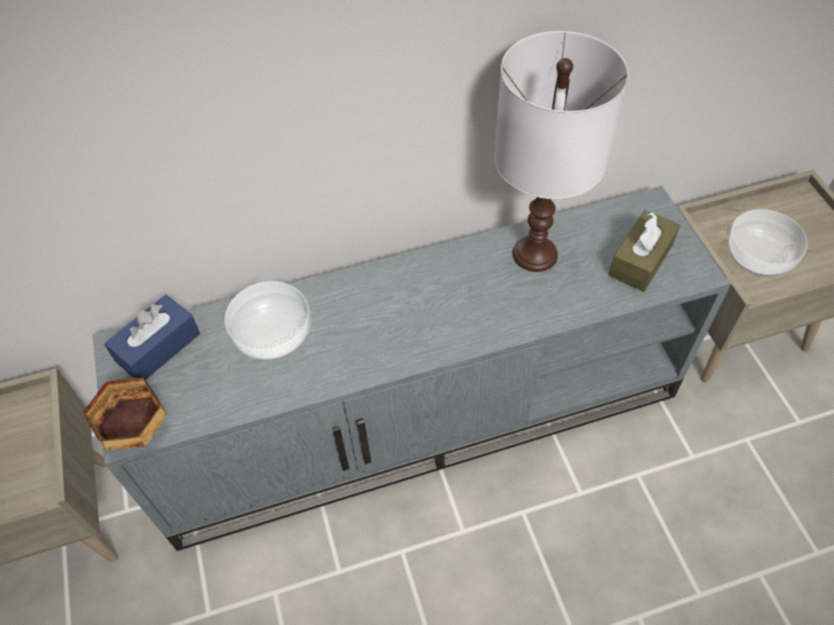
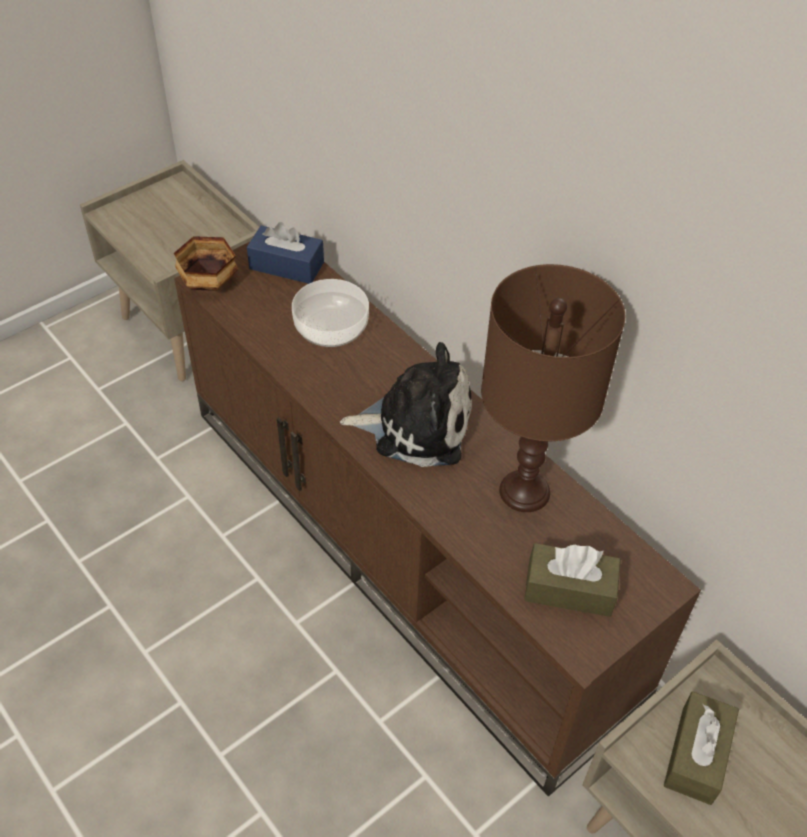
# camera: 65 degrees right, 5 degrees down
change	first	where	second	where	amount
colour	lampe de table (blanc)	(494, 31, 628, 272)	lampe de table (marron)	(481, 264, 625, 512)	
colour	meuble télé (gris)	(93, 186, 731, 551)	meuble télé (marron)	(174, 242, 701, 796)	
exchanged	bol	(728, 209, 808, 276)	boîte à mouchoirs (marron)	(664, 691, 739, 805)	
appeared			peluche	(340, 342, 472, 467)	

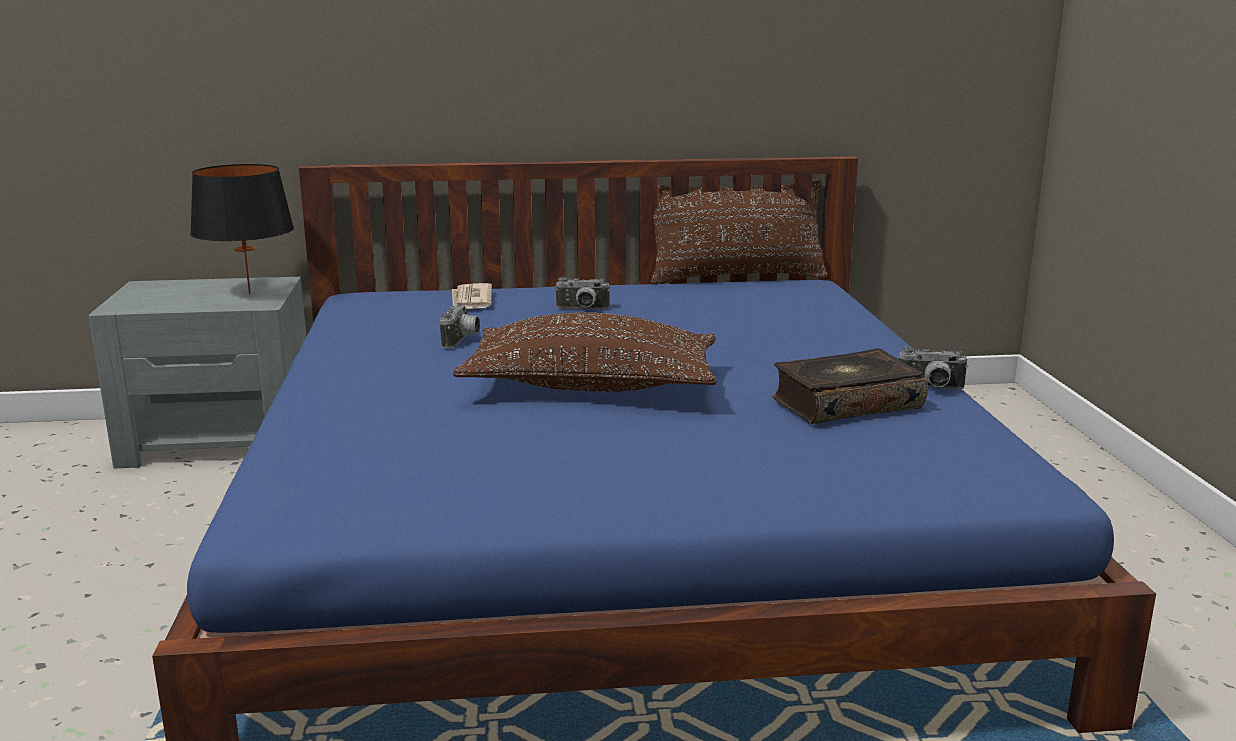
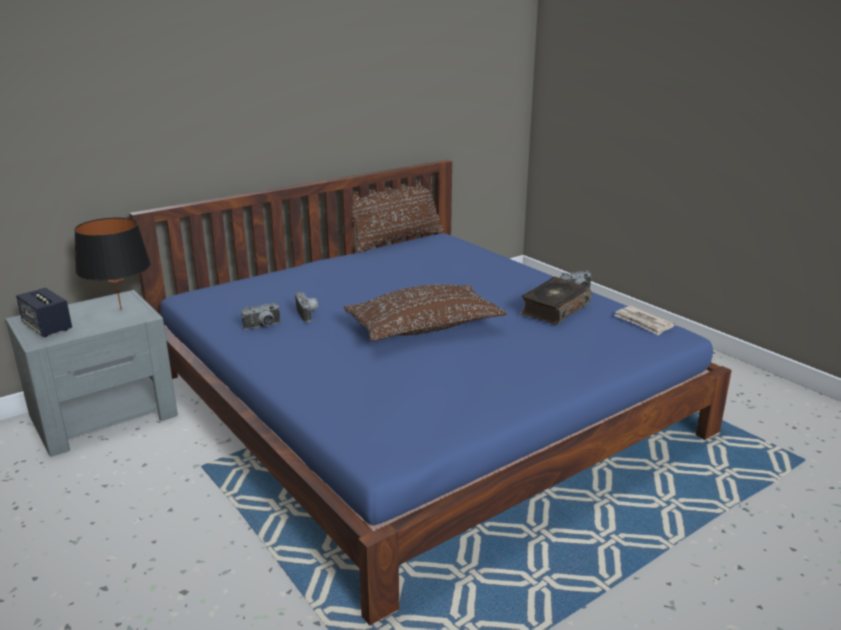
# camera: 30 degrees left, 5 degrees up
change	first	where	second	where	amount
relocated	appareil photo	(555, 277, 610, 309)		(241, 302, 280, 330)	
relocated	journal	(452, 283, 492, 309)		(614, 306, 675, 336)	
appeared			enceinte	(16, 287, 72, 337)	

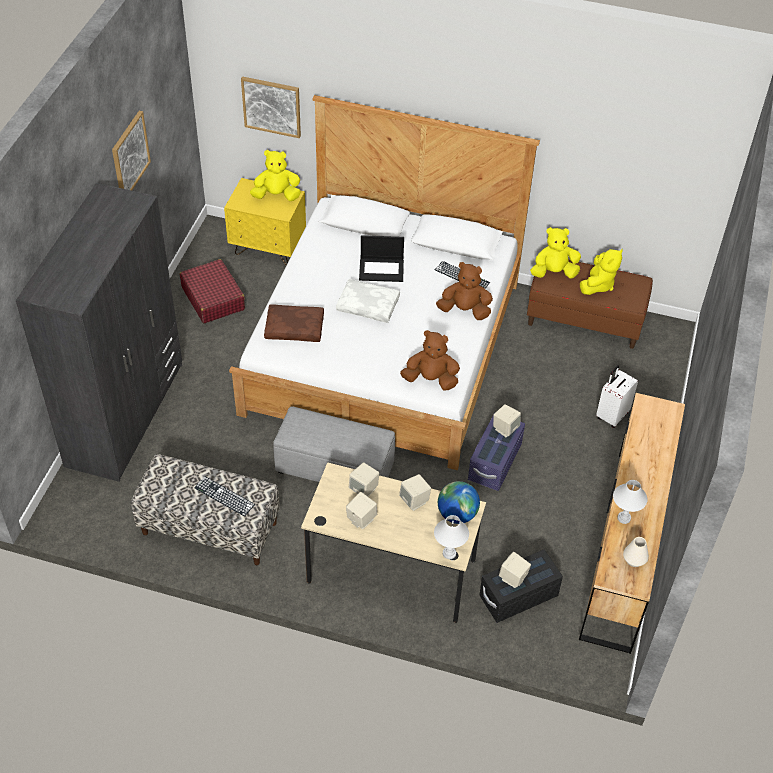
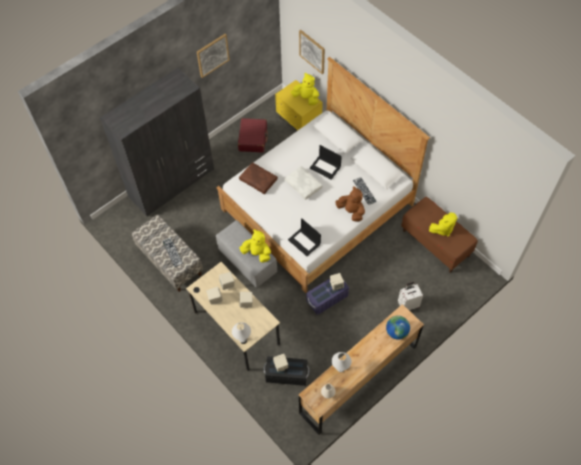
# camera: 35 degrees right, 10 degrees up
change	first	where	second	where	amount
relocated	peluche (jaune)	(530, 227, 581, 279)		(239, 229, 271, 262)	
exchanged	peluche (marron)	(400, 330, 460, 390)	ordinateur portable	(288, 218, 321, 256)	
relocated	globe	(438, 481, 480, 524)		(386, 316, 410, 339)	

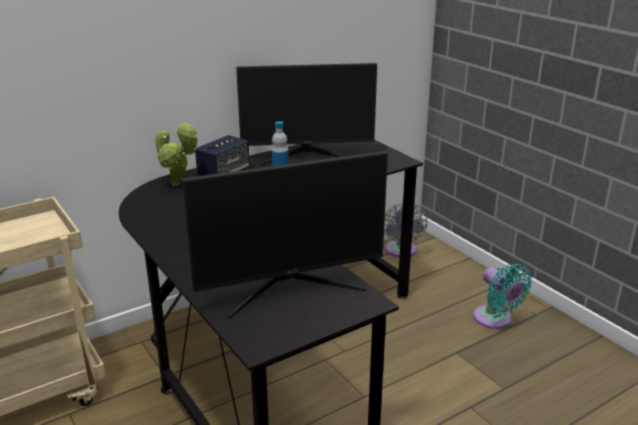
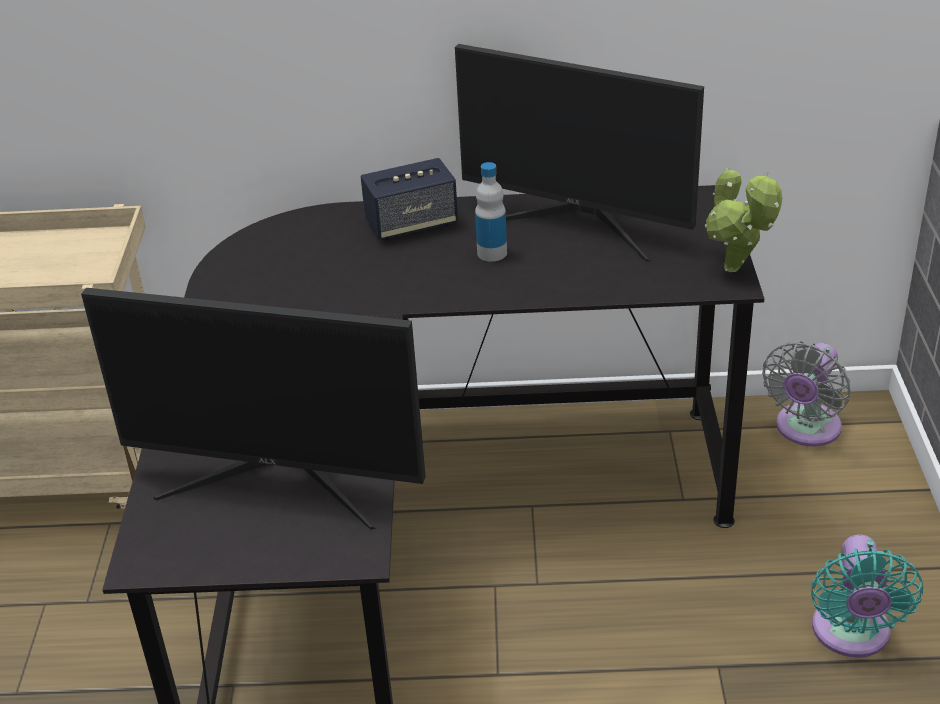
# camera: 35 degrees right, 10 degrees up
change	first	where	second	where	amount
relocated	plante en pot	(155, 121, 198, 186)		(705, 168, 782, 272)	

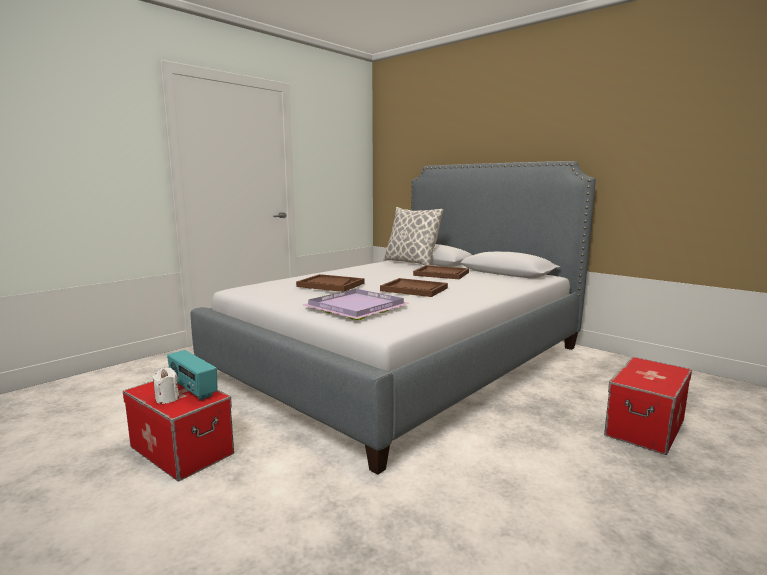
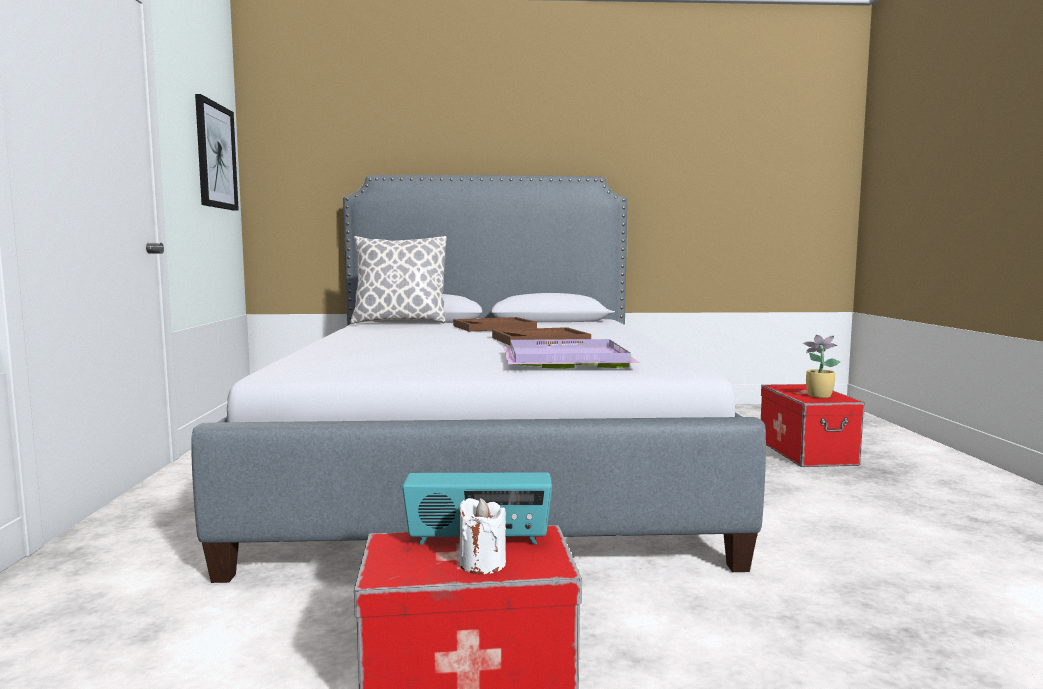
# camera: 45 degrees left, 5 degrees down
change	first	where	second	where	amount
missing	plateau (marron)	(296, 274, 364, 292)			
appeared			tableau	(195, 94, 239, 211)	
appeared			plante en pot	(802, 334, 841, 398)	

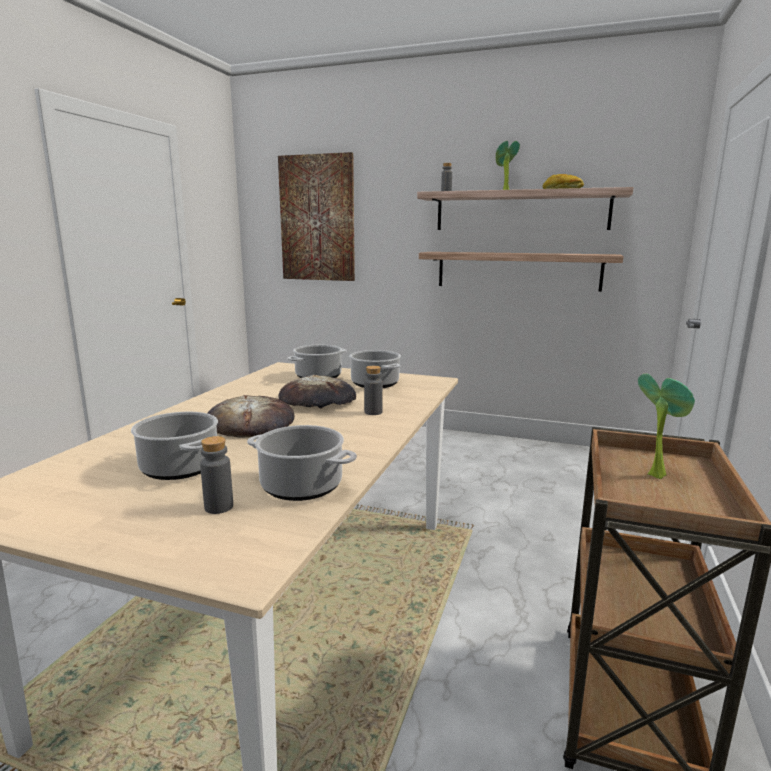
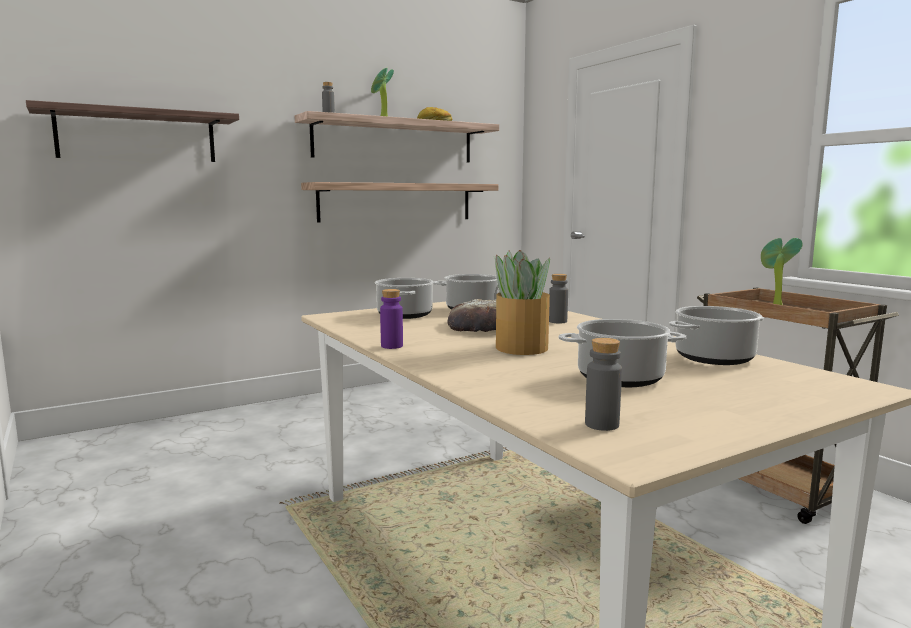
# camera: 50 degrees left, 5 degrees down
change	first	where	second	where	amount
exchanged	tableau	(278, 152, 355, 281)	étagère	(26, 100, 239, 162)	
exchanged	pain	(207, 395, 295, 438)	plante en pot	(494, 250, 550, 355)	
relocated	bouteille (gris)	(200, 436, 233, 514)		(585, 338, 622, 431)	
appeared			bouteille (violet)	(380, 289, 403, 349)	

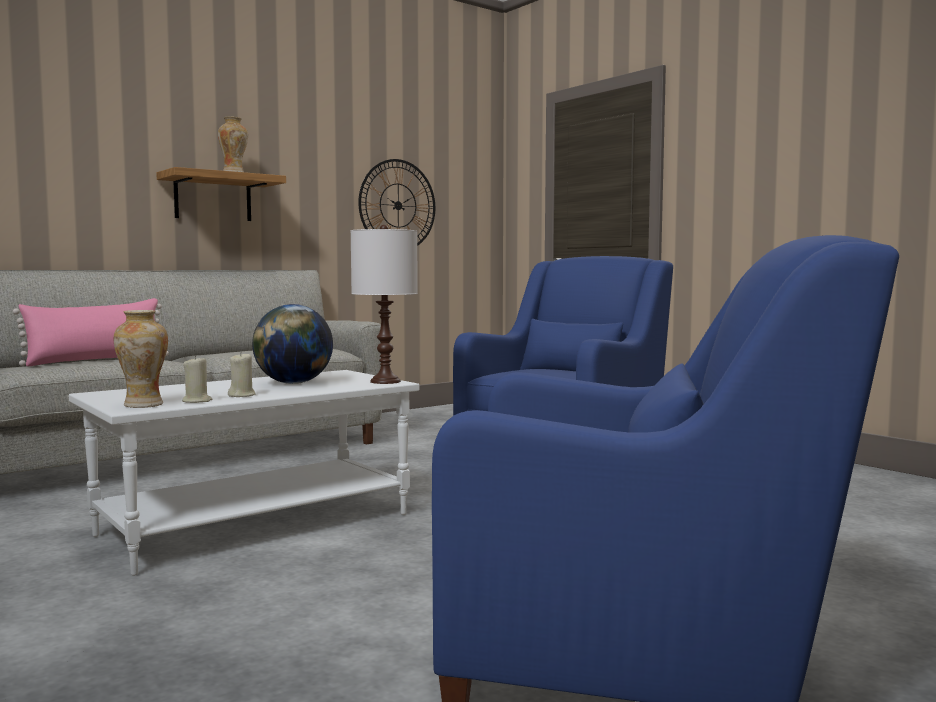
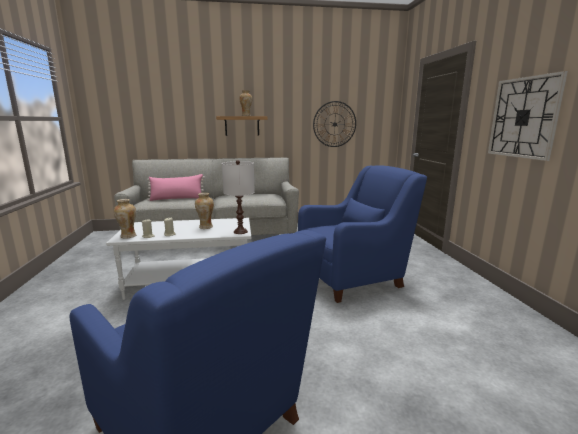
# camera: 30 degrees right, 10 degrees up
change	first	where	second	where	amount
exchanged	globe	(252, 304, 333, 384)	vase	(195, 193, 214, 229)	
appeared			horloge murale	(488, 71, 568, 161)	

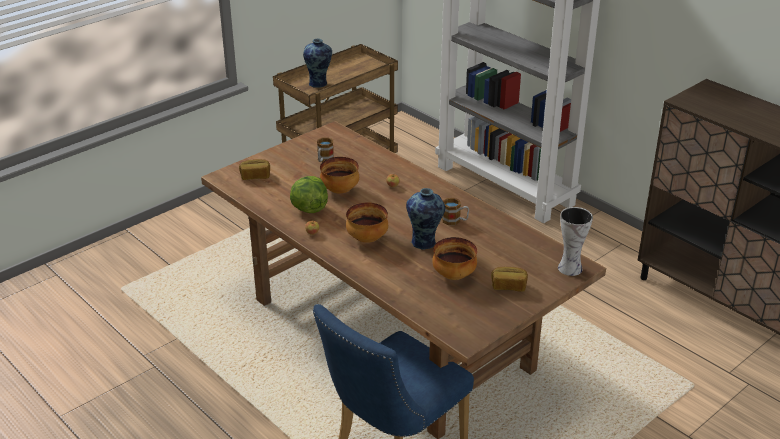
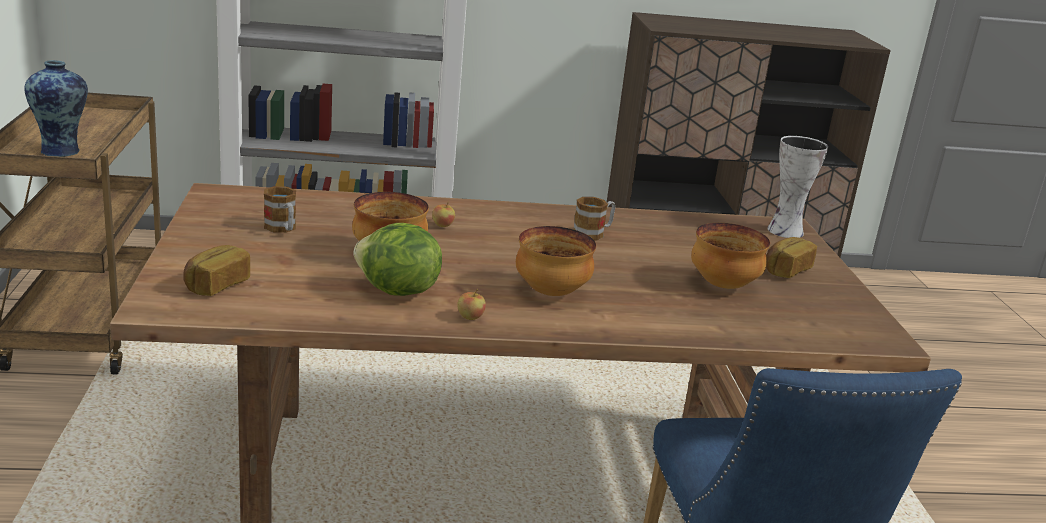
# camera: 55 degrees left, 10 degrees down
change	first	where	second	where	amount
missing	vase	(406, 188, 445, 250)			

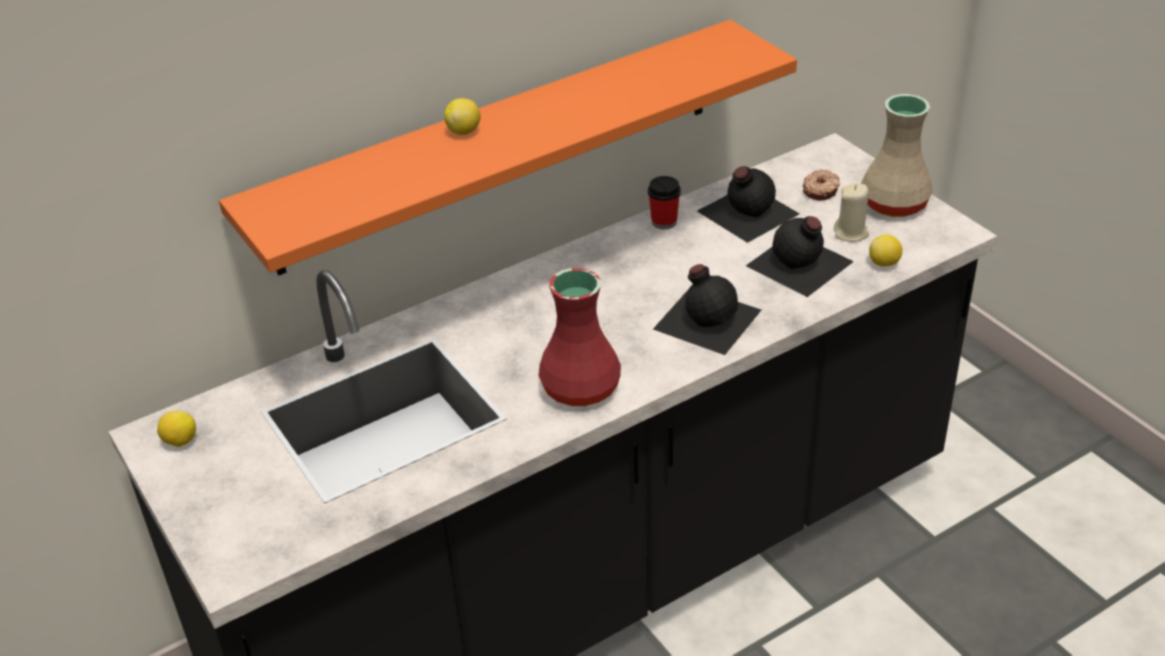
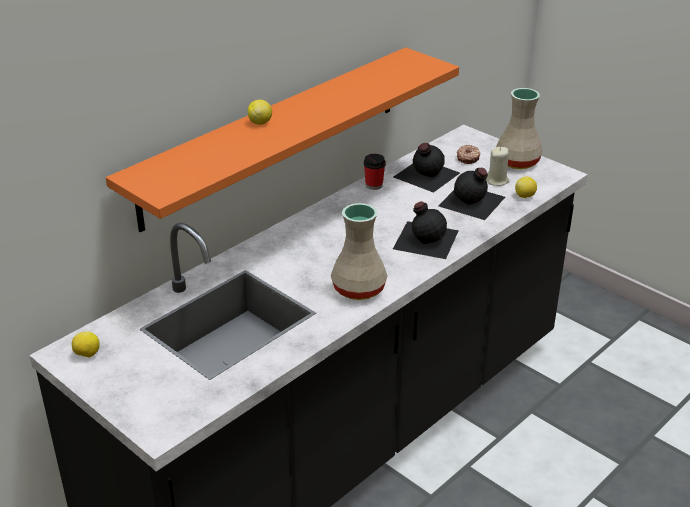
# camera: 15 degrees left, 5 degrees down
change	first	where	second	where	amount
colour	vase (rouge)	(538, 268, 621, 406)	vase (beige)	(331, 203, 387, 300)	

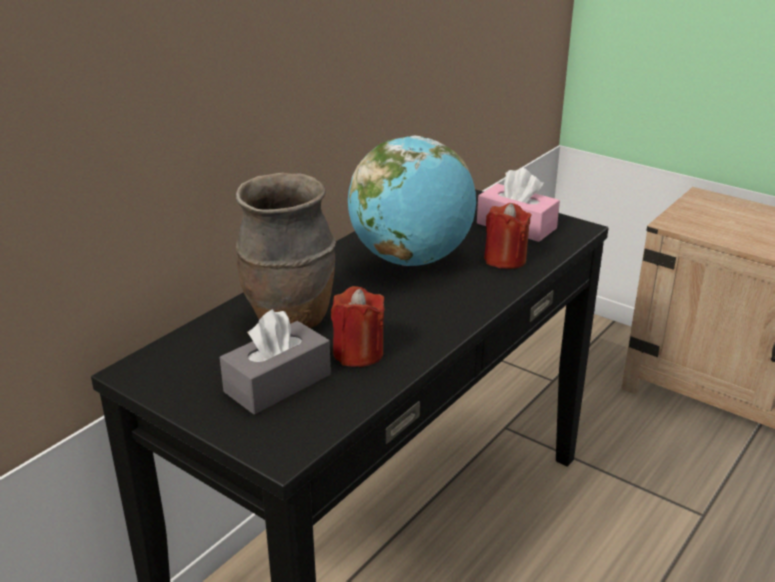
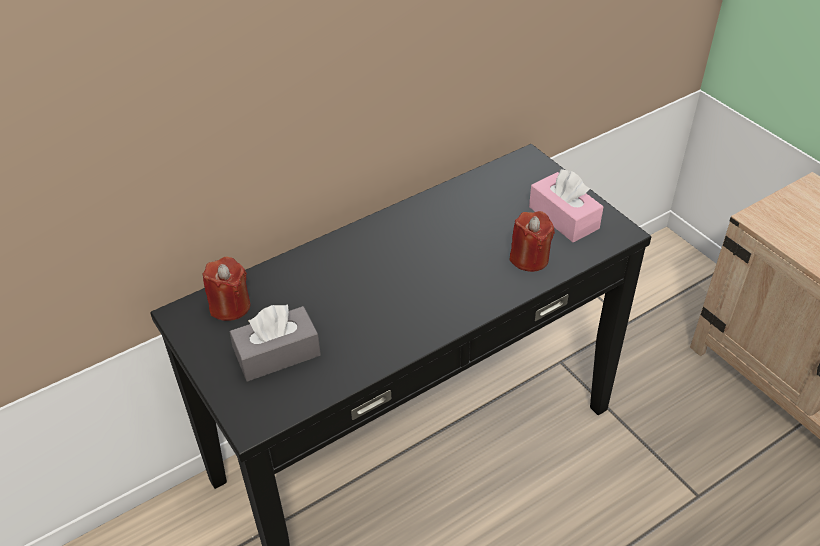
# camera: 20 degrees right, 15 degrees up
change	first	where	second	where	amount
missing	globe	(348, 136, 476, 266)			
missing	vase (marron)	(236, 173, 336, 329)			
relocated	bougie (rouge)	(331, 286, 385, 367)		(202, 257, 251, 321)	

